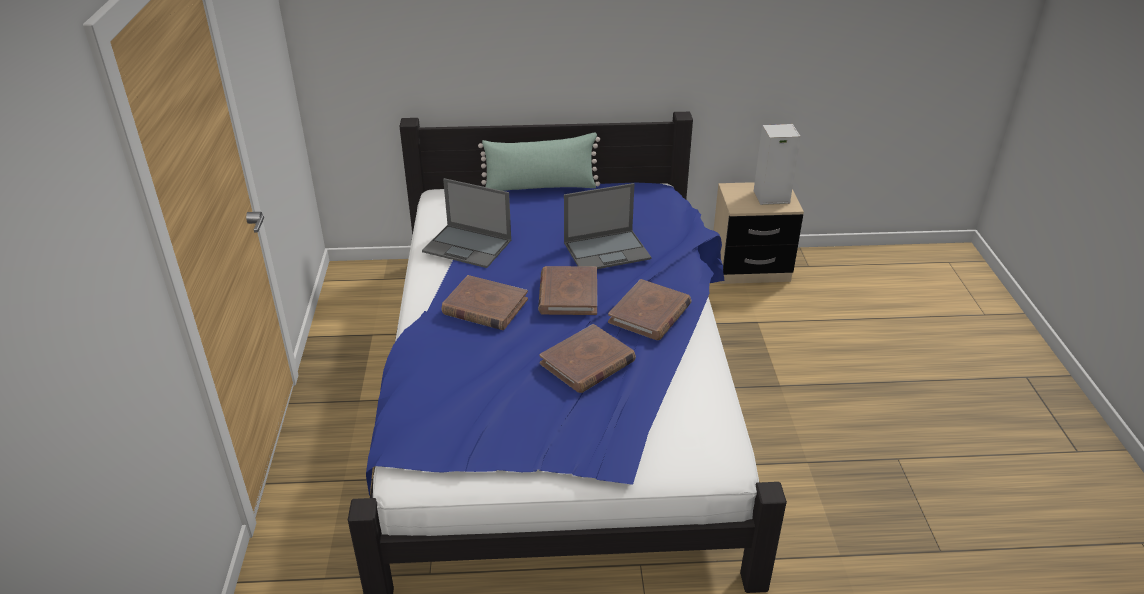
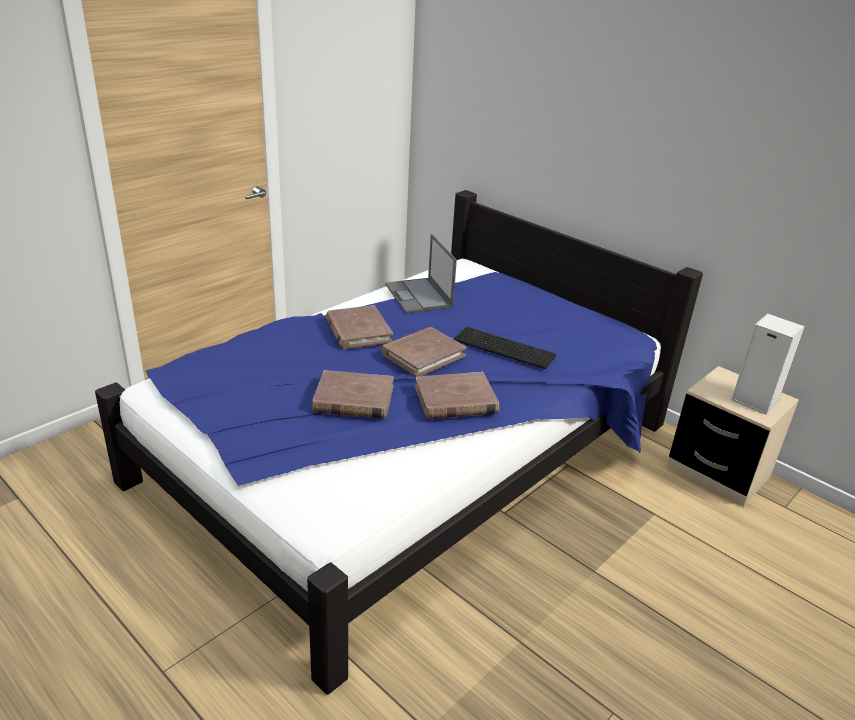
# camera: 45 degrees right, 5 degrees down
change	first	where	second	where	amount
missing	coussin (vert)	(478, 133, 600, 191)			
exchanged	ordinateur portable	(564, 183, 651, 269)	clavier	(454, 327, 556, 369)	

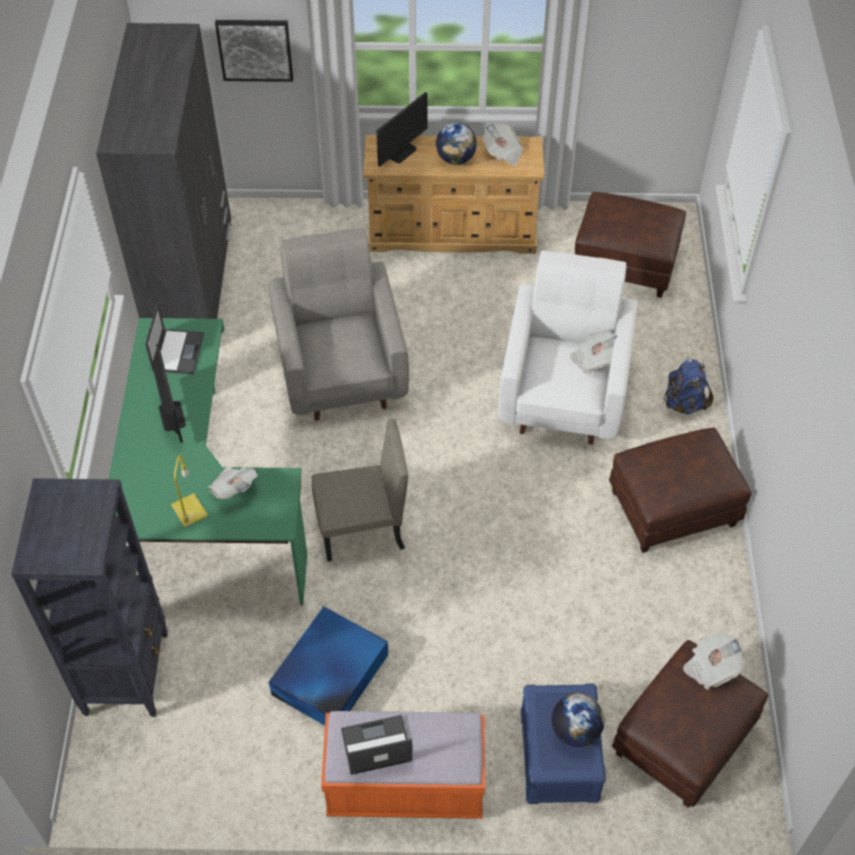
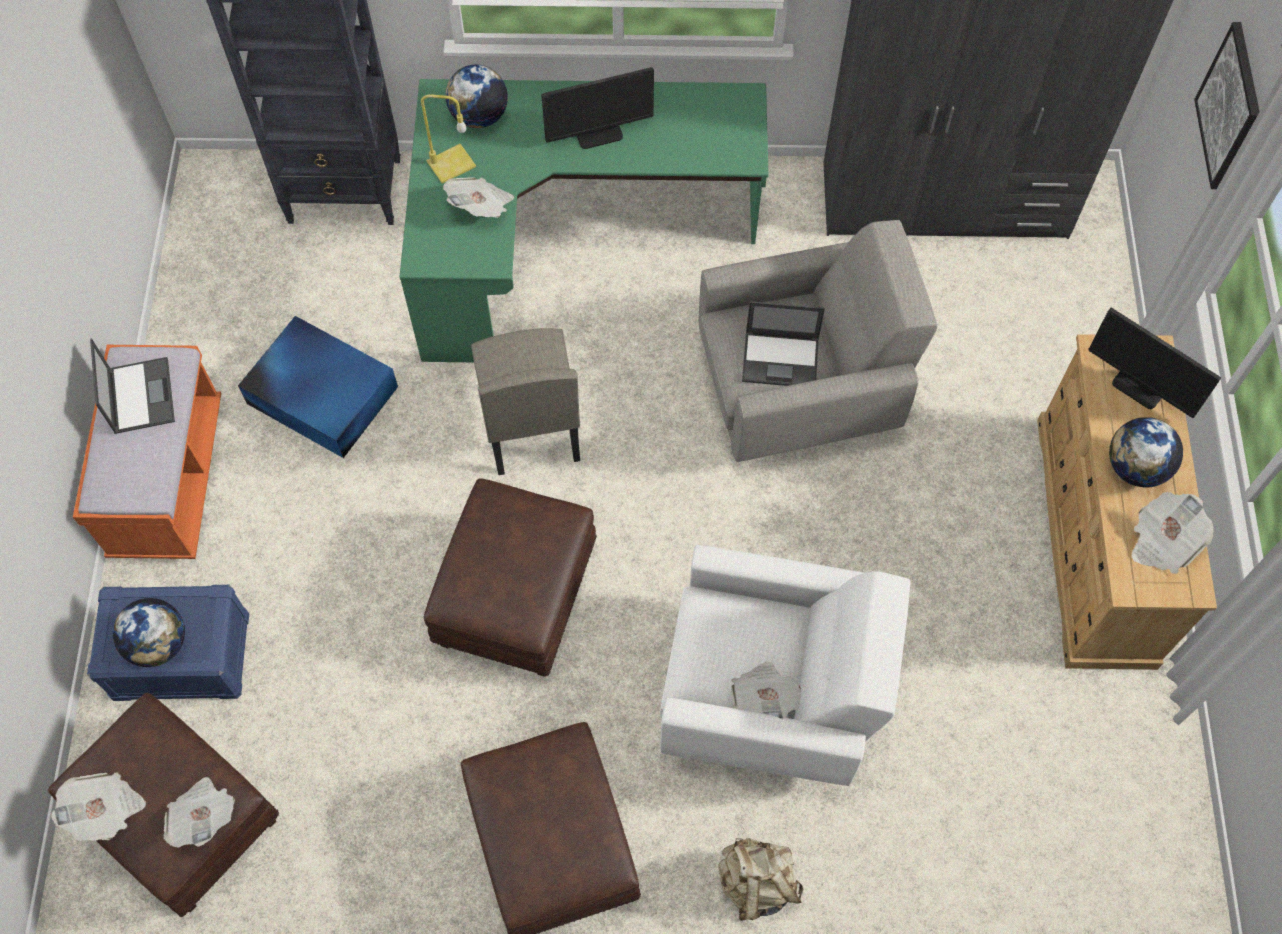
# camera: 90 degrees right, 10 degrees up
change	first	where	second	where	amount
relocated	pouf (marron)	(575, 192, 686, 298)		(424, 478, 597, 677)	
relocated	ordinateur portable	(145, 303, 204, 374)		(742, 301, 825, 386)	
colour	sac à dos (bleu)	(664, 358, 713, 415)	sac à dos (beige)	(718, 838, 803, 921)	
appeared			globe	(445, 64, 508, 128)	
appeared			journal	(51, 772, 146, 841)	

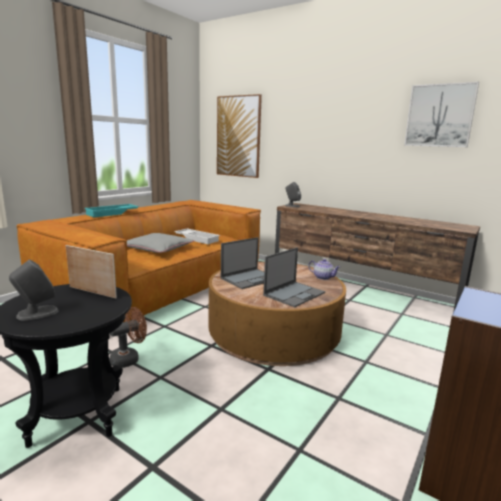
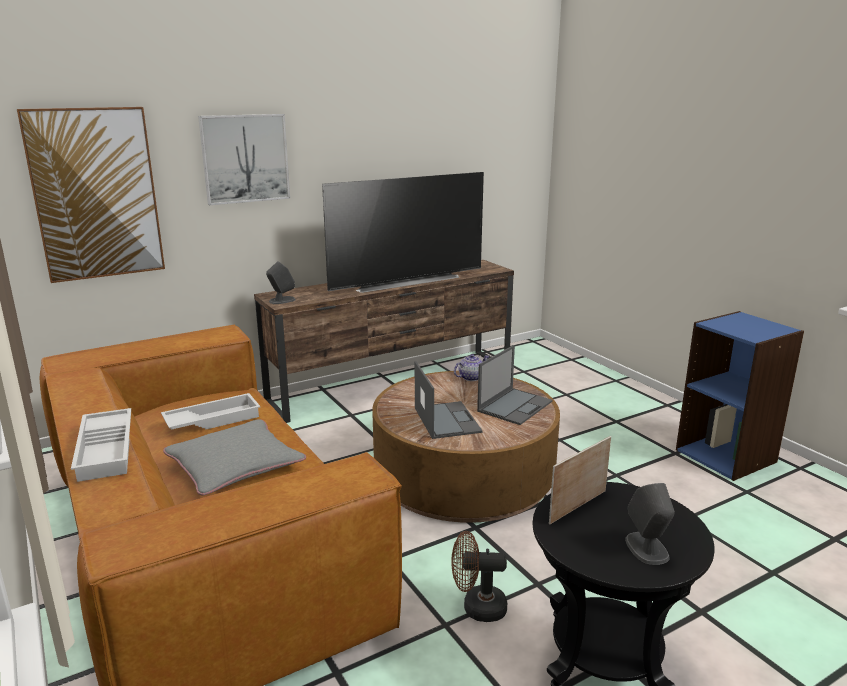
# camera: 65 degrees left, 5 degrees up
change	first	where	second	where	amount
relocated	tableau	(404, 82, 479, 147)		(198, 114, 290, 205)	
colour	plateau (turquoise)	(84, 204, 139, 218)	plateau (blanc)	(71, 408, 131, 482)	
spun	ordinateur portable	(263, 247, 325, 307)		(477, 345, 553, 425)	60 degrees clockwise
spun	ventilateur (marron)	(109, 307, 147, 368)		(451, 531, 507, 622)	75 degrees counterclockwise
appeared			téléviseur	(322, 172, 484, 293)	

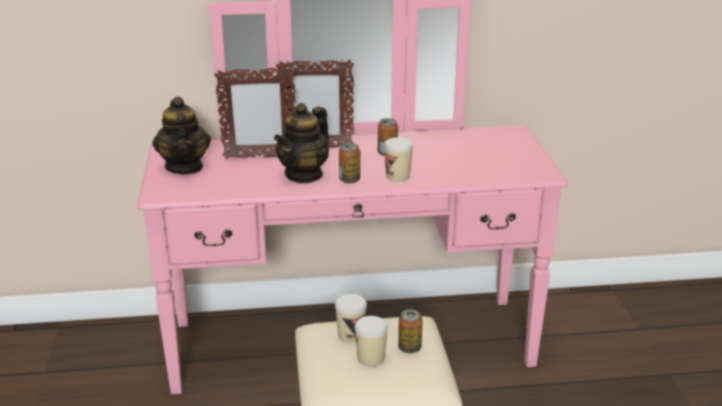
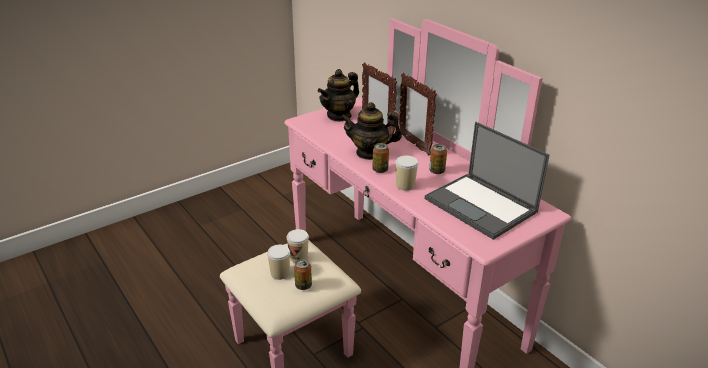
# camera: 60 degrees right, 5 degrees up
change	first	where	second	where	amount
appeared			ordinateur portable	(425, 122, 549, 240)	

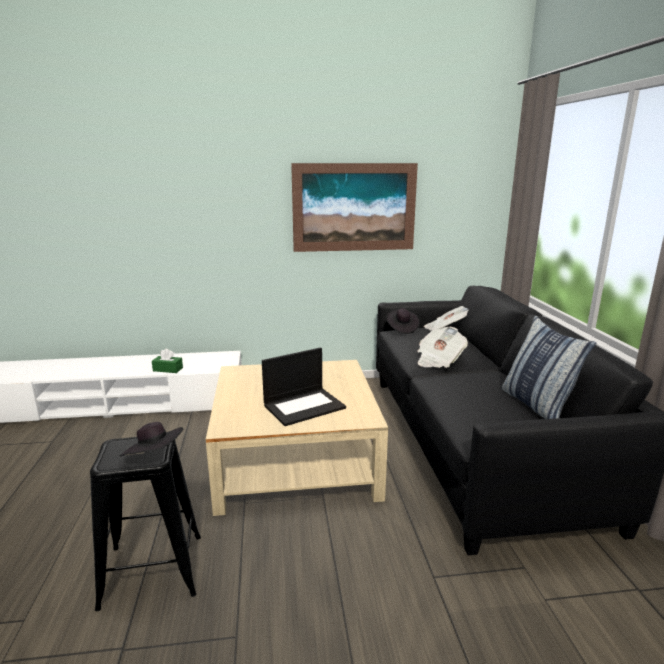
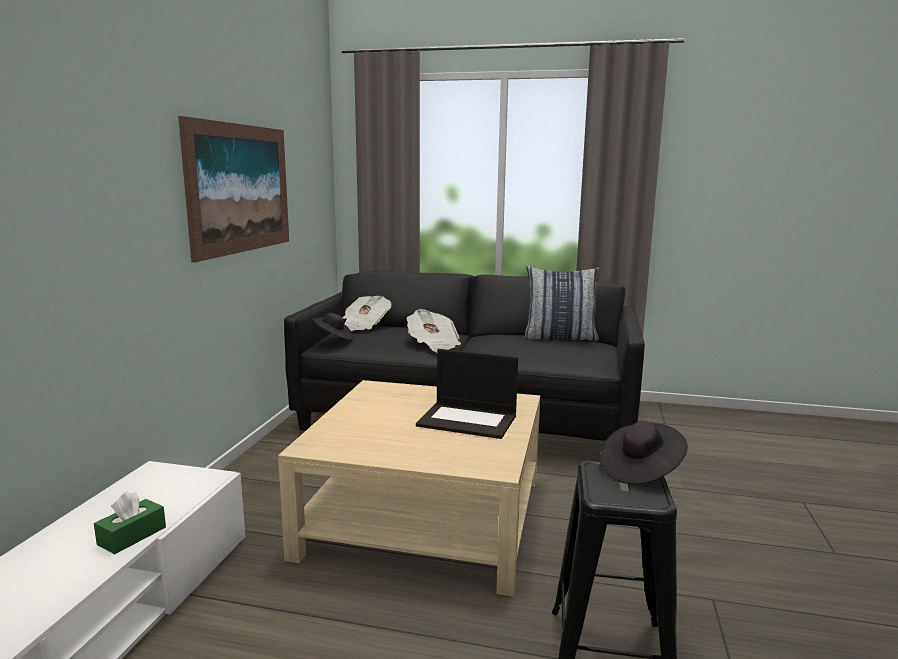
# camera: 70 degrees left, 5 degrees down
change	first	where	second	where	amount
spun	ordinateur portable	(262, 347, 346, 426)		(416, 349, 518, 439)	120 degrees clockwise

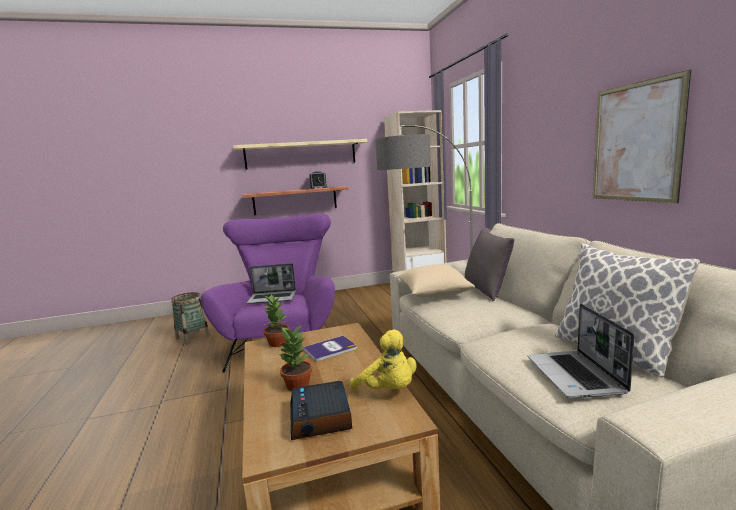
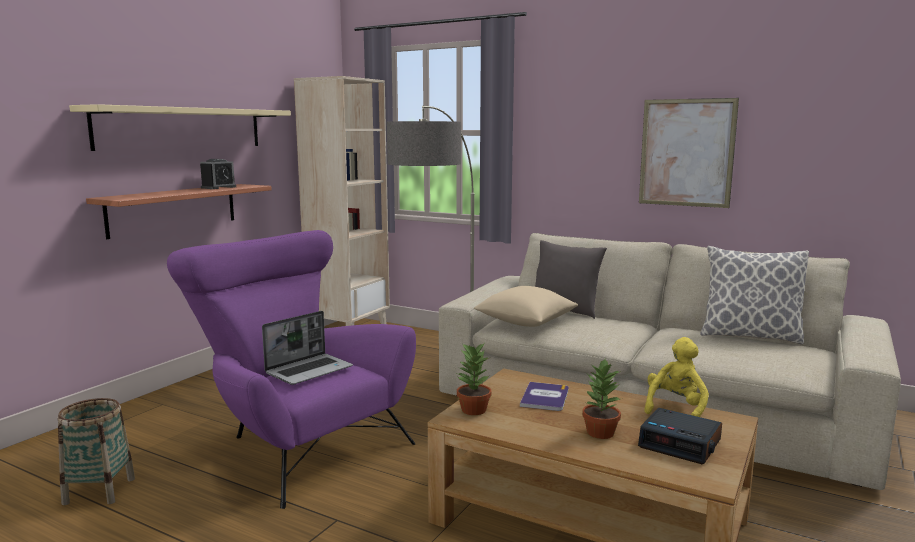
# camera: 45 degrees left, 0 degrees up
change	first	where	second	where	amount
missing	ordinateur portable	(528, 304, 635, 398)			
spun	peluche (jaune)	(350, 329, 417, 391)		(644, 337, 709, 417)	60 degrees counterclockwise

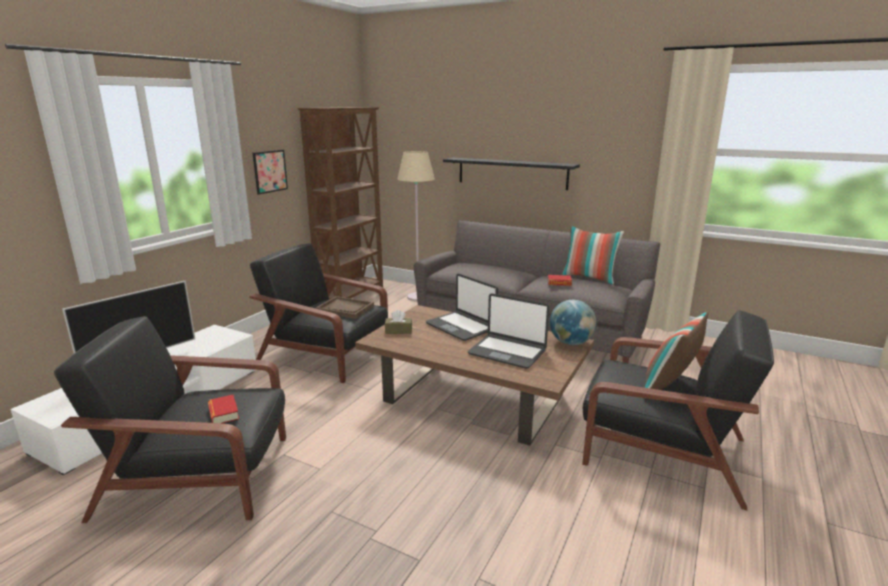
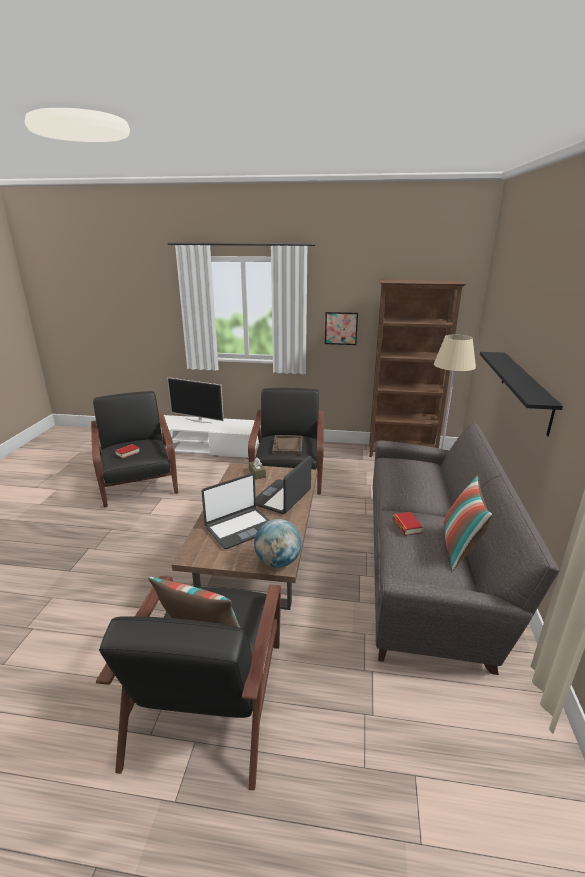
# camera: 70 degrees right, 5 degrees up
change	first	where	second	where	amount
spun	ordinateur portable	(468, 293, 549, 369)		(202, 473, 269, 549)	135 degrees counterclockwise

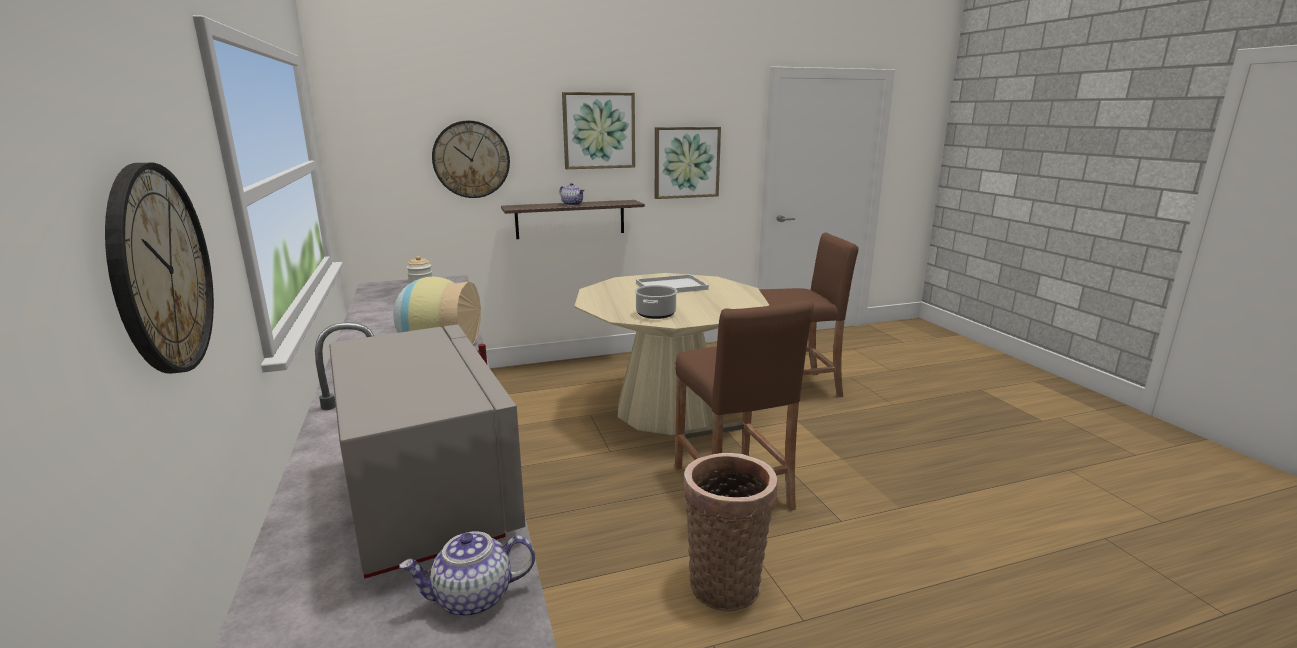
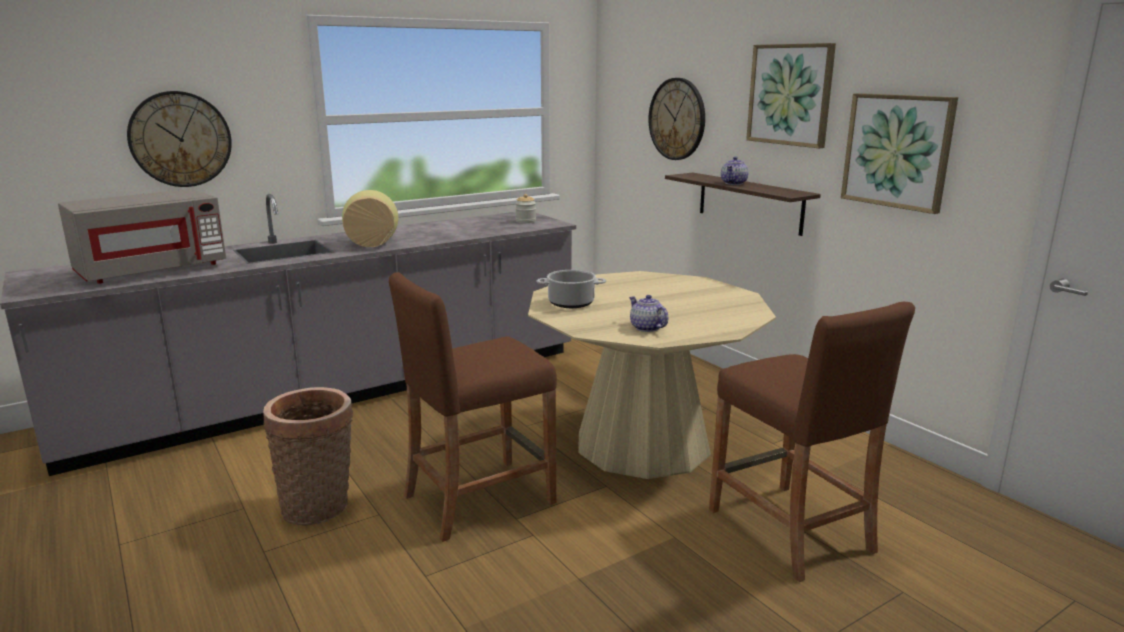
# camera: 75 degrees right, 0 degrees up
change	first	where	second	where	amount
missing	plateau (blanc)	(636, 274, 709, 293)			
relocated	théière	(399, 531, 535, 617)		(629, 295, 668, 332)	

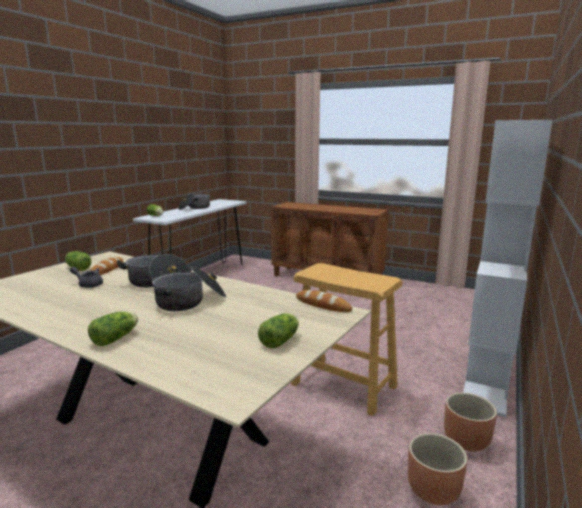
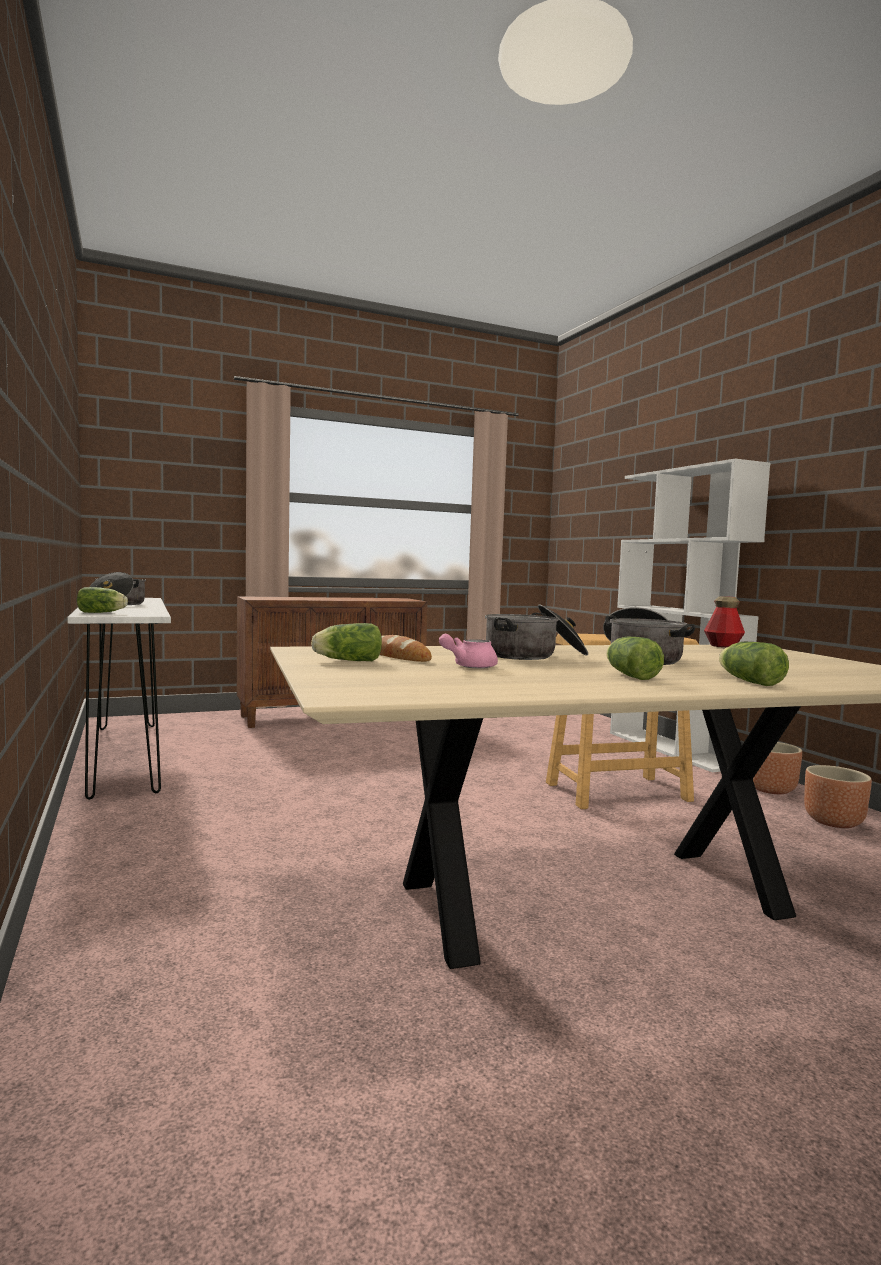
# camera: 50 degrees left, 10 degrees down
change	first	where	second	where	amount
colour	théière (gris)	(70, 266, 103, 288)	théière (rose)	(439, 634, 498, 669)	
exchanged	pain	(296, 290, 352, 312)	bouteille	(704, 596, 745, 647)	
relocated	laitue	(258, 313, 299, 348)		(606, 637, 664, 680)	

